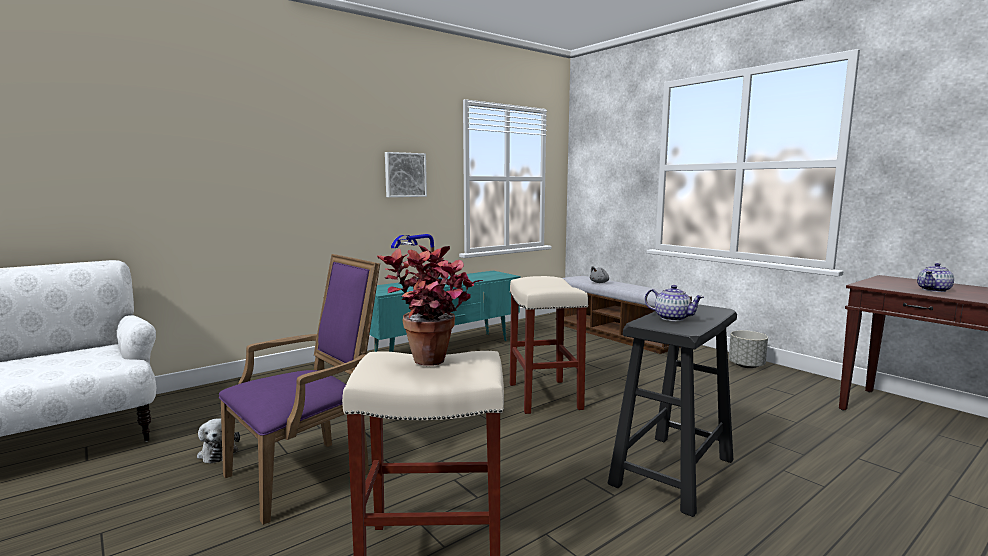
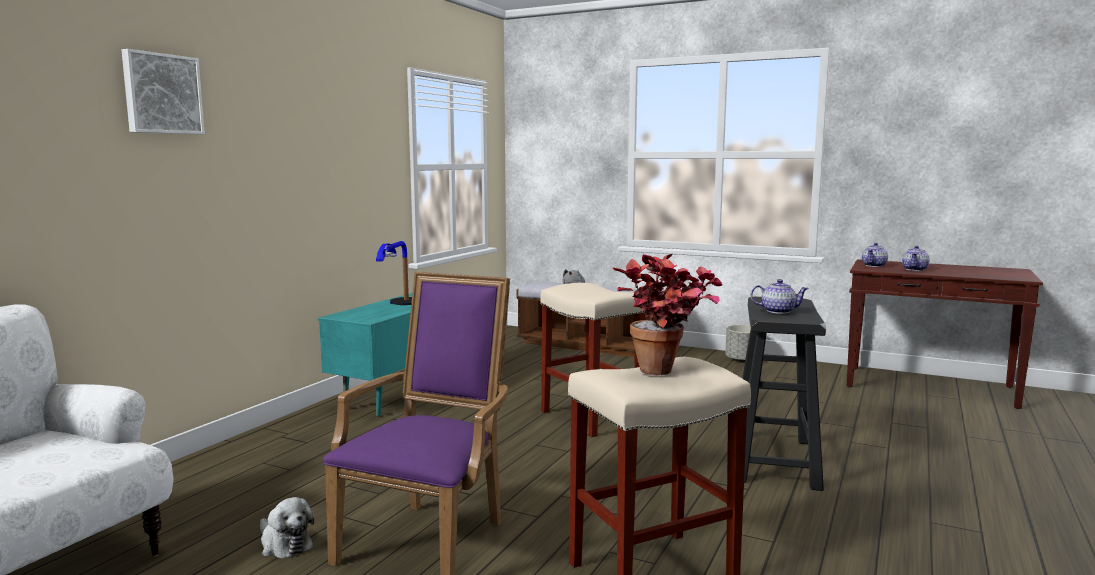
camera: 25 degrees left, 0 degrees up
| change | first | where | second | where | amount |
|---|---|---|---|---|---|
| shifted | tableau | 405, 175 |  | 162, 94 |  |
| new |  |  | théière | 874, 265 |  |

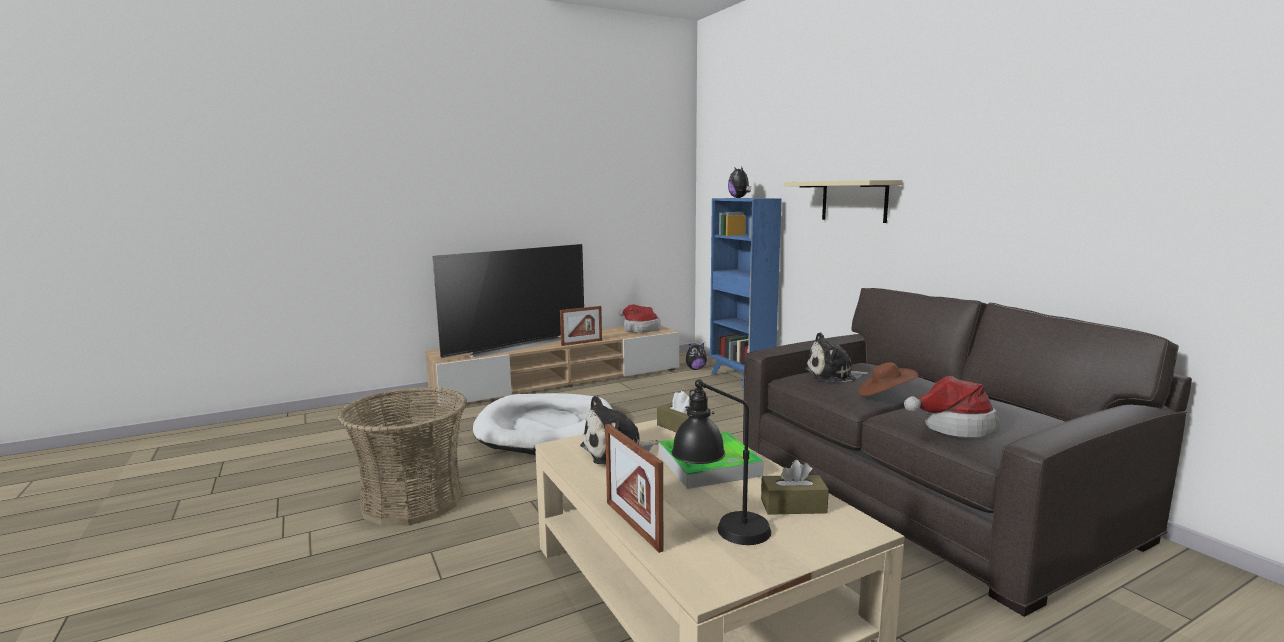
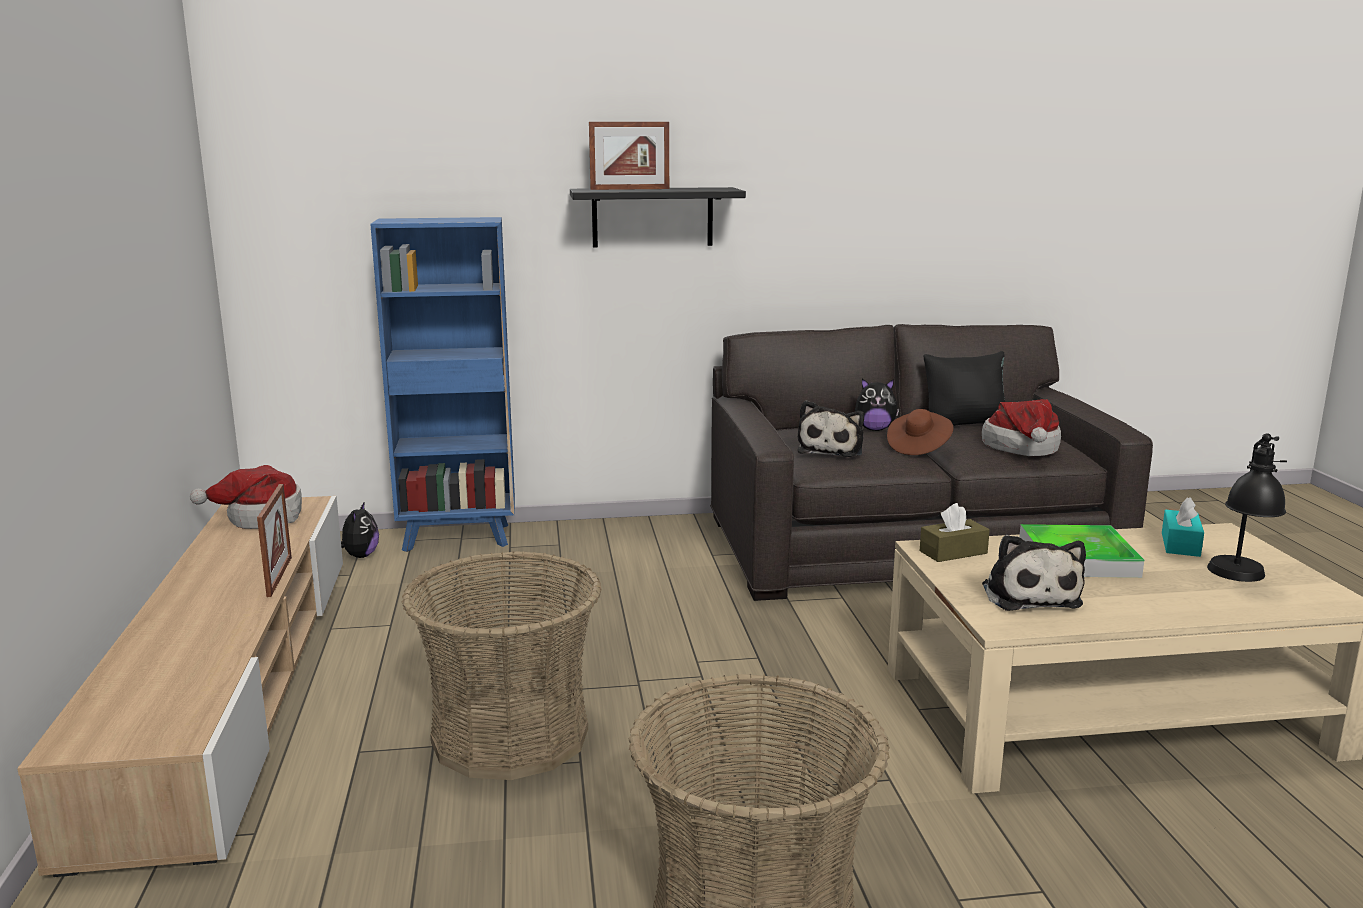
camera: 70 degrees left, 5 degrees up
| change | first | where | second | where | amount |
|---|---|---|---|---|---|
| gone | téléviseur | 515, 345 |  |  |  |
| swapped | panier pour chien (blanc) | 546, 429 | panier | 510, 735 |  |
| shifted | cadre photo | 633, 525 |  | 630, 189 |  |
| shifted | peluche | 739, 198 |  | 874, 429 |  |
| repainted | boîte à mouchoirs (marron) | 793, 506 | boîte à mouchoirs (turquoise) | 1180, 544 |  |
| repainted | étagère (beige) | 854, 201 | étagère (noir) | 652, 217 |  |
| new |  |  | coussin (noir) | 965, 423 |  |

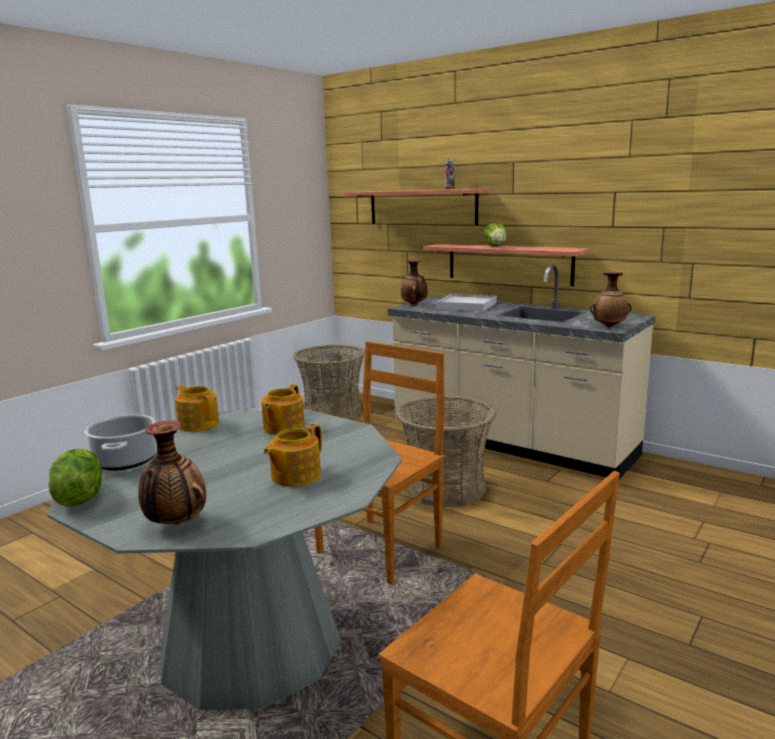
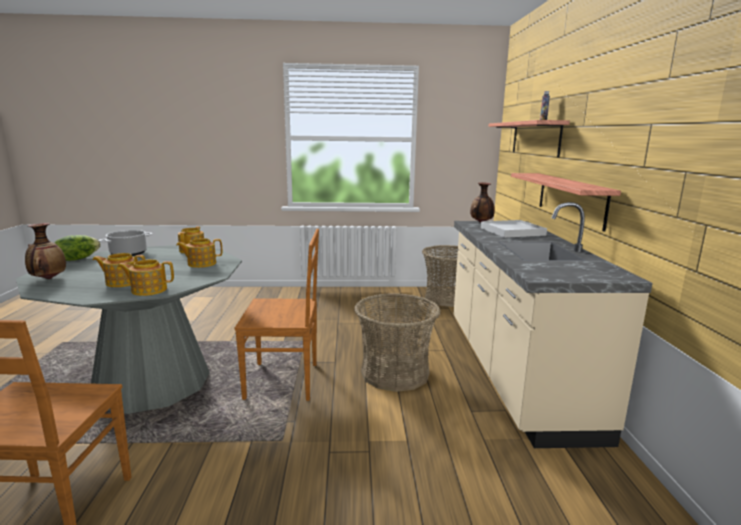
camera: 50 degrees right, 0 degrees up
| change | first | where | second | where | amount |
|---|---|---|---|---|---|
| gone | laitue | 496, 246 |  |  |  |
| gone | vase | 609, 326 |  |  |  |
| new |  |  | théière | 148, 290 |  |

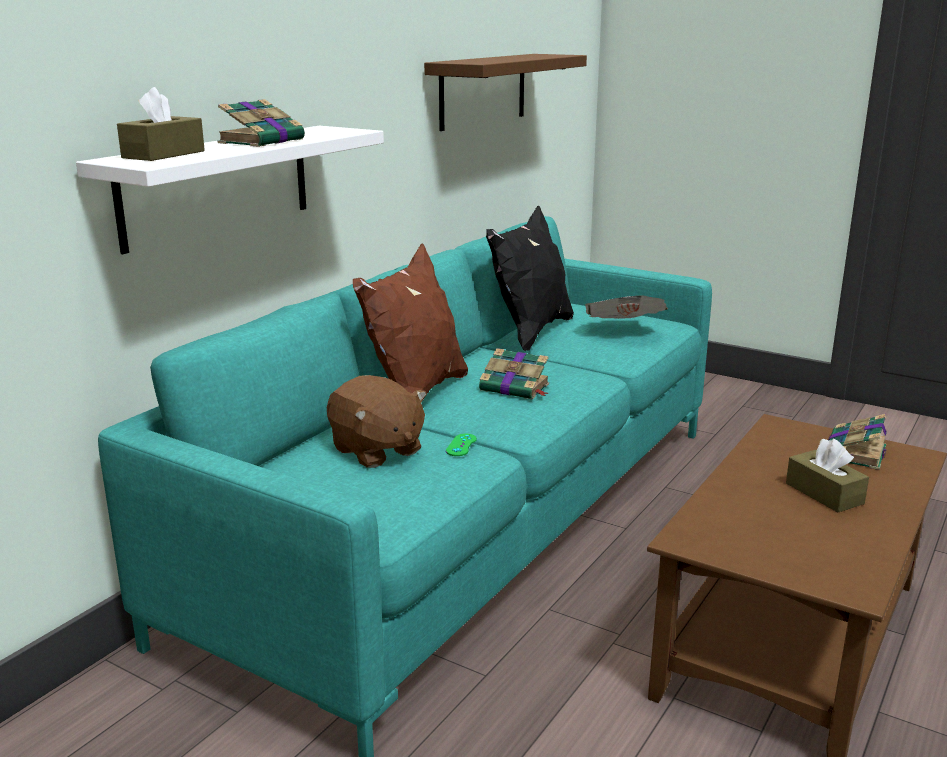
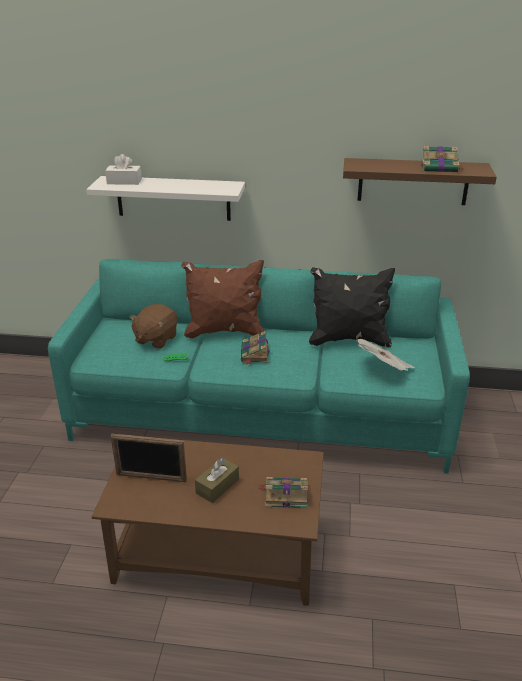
camera: 65 degrees right, 10 degrees up
| change | first | where | second | where | amount |
|---|---|---|---|---|---|
| repainted | boîte à mouchoirs (marron) | 163, 154 | boîte à mouchoirs (blanc) | 124, 181 |  |
| shifted | livre | 263, 141 |  | 440, 168 |  |
| new |  |  | cadre photo | 151, 478 |  |

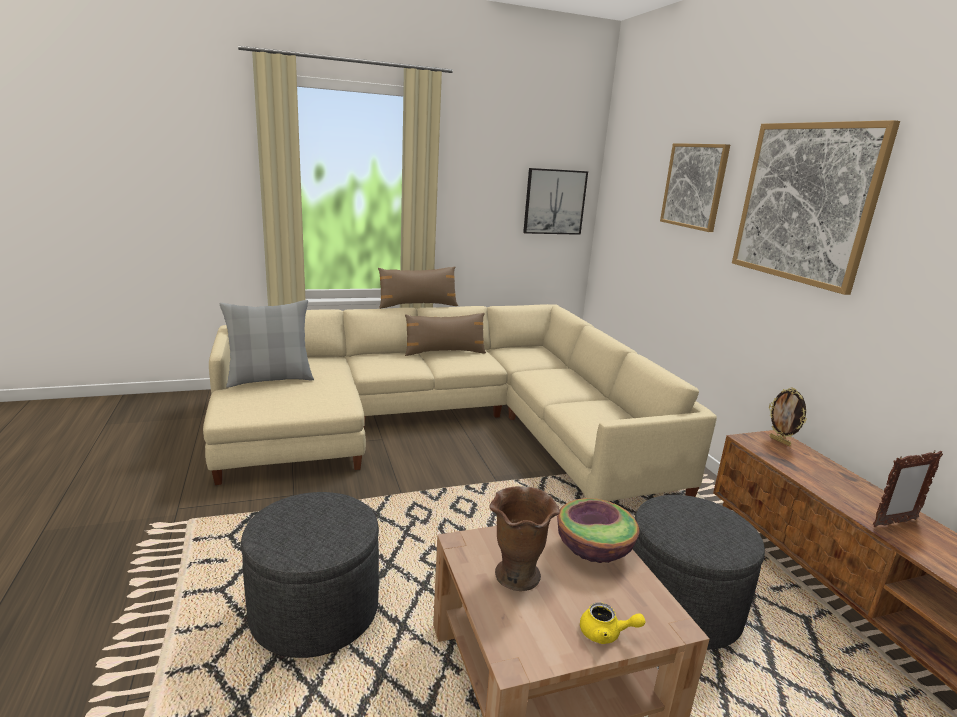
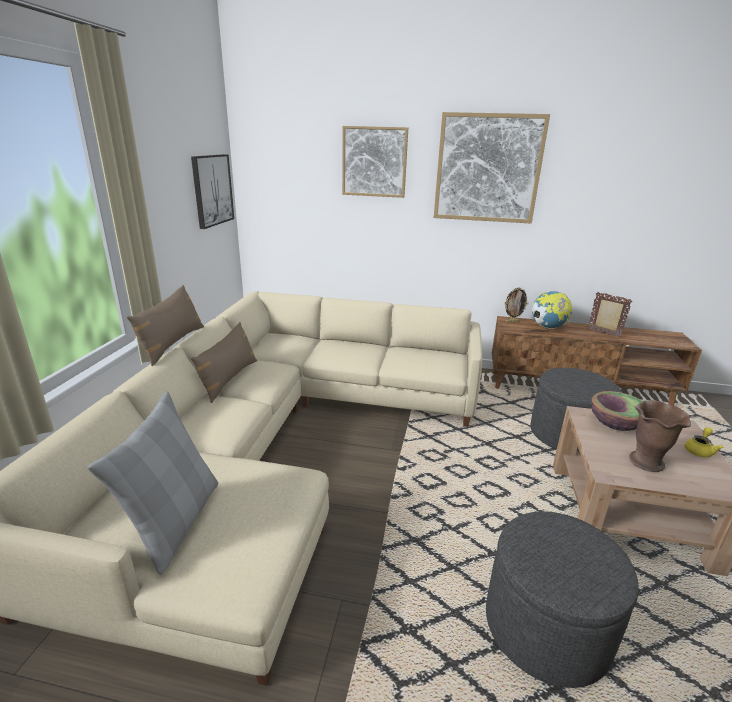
camera: 60 degrees left, 5 degrees up
| change | first | where | second | where | amount |
|---|---|---|---|---|---|
| rotated | cadre photo | 894, 523 |  | 604, 333 | 60 degrees counterclockwise |
| new |  |  | globe | 547, 327 |  |

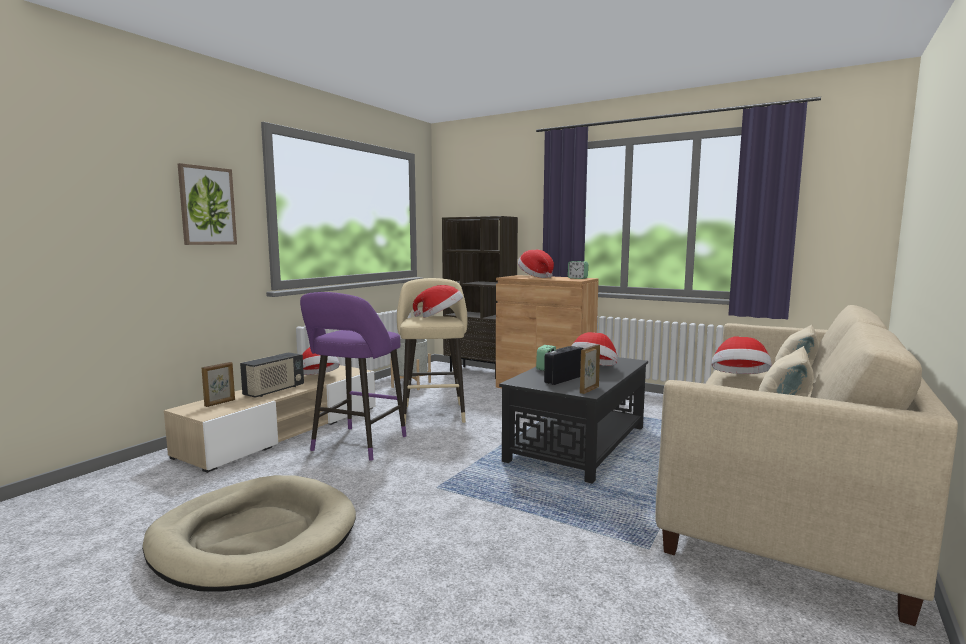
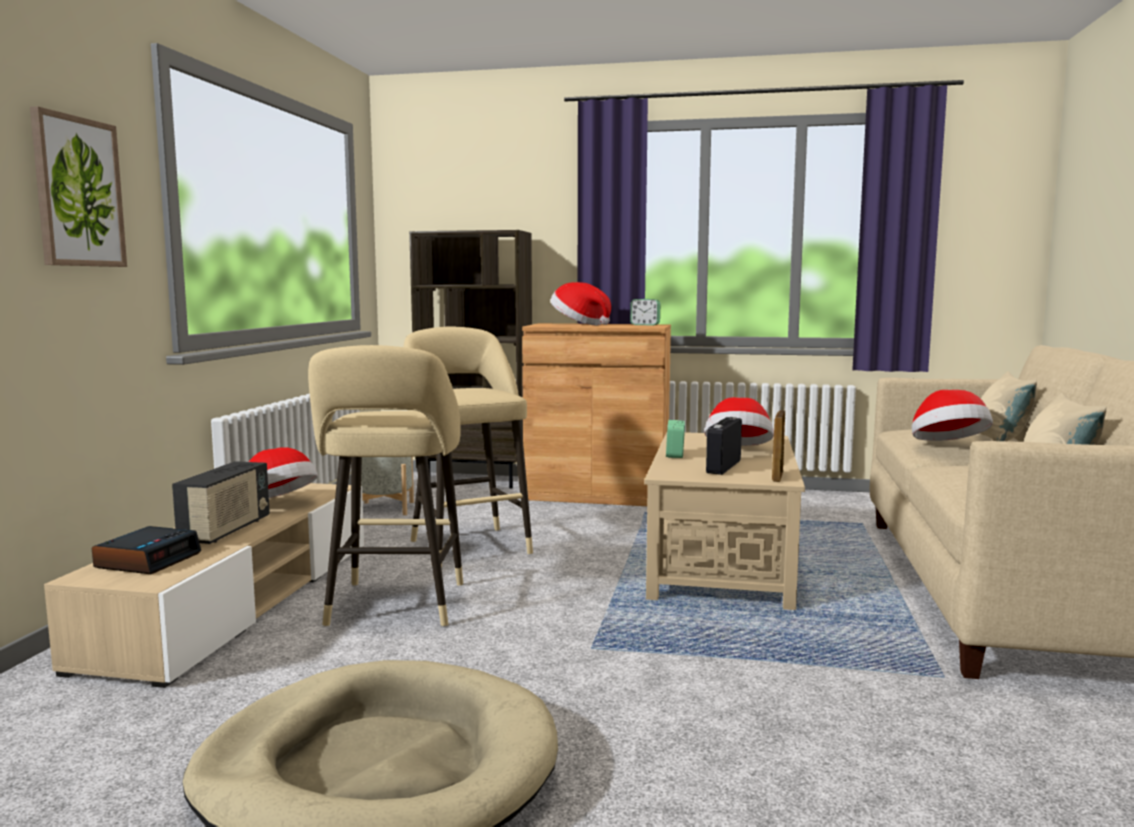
camera: 20 degrees left, 0 degrees up
| change | first | where | second | where | amount |
|---|---|---|---|---|---|
| swapped | cadre photo | 220, 403 | réveil | 148, 560 |  |
| repainted | tabouret (violet) | 356, 445 | tabouret (beige) | 395, 607 |  |
| gone | chapeau | 440, 317 |  |  |  |
| repainted | table basse (noir) | 577, 444 | table basse (beige) | 721, 563 |  |

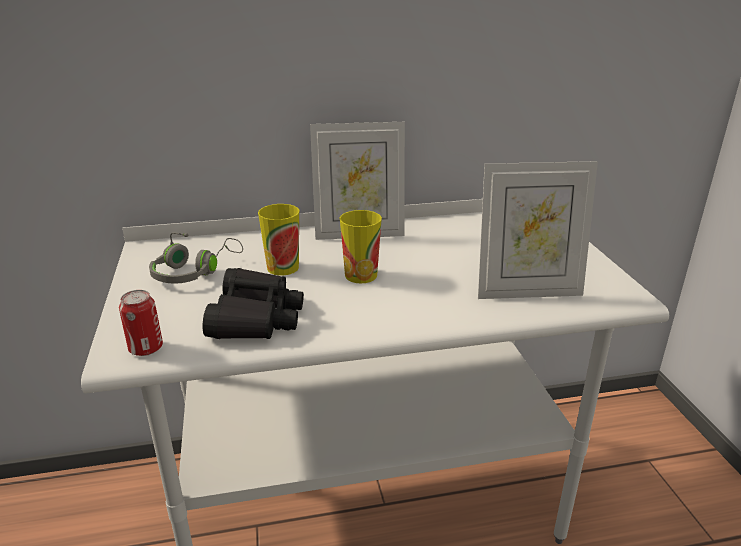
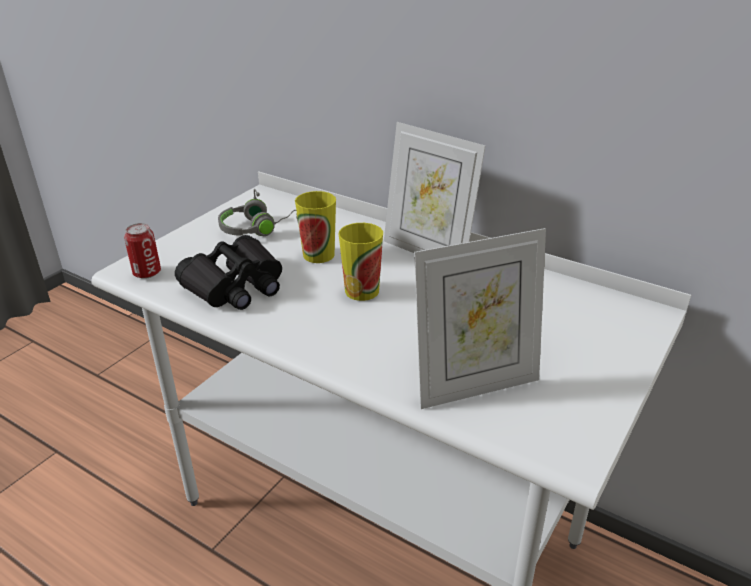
camera: 45 degrees right, 5 degrees up
| change | first | where | second | where | amount |
|---|---|---|---|---|---|
| rotated | cadre photo | 527, 291 |  | 475, 385 | 60 degrees counterclockwise |

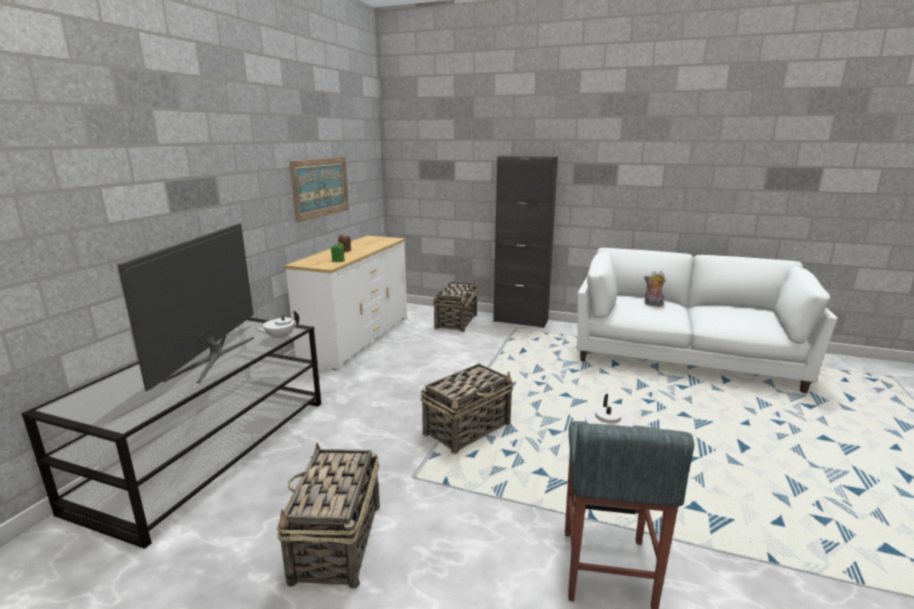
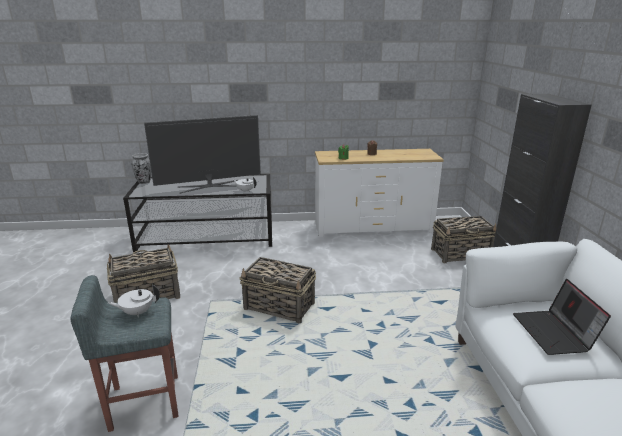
camera: 65 degrees right, 5 degrees up
| change | first | where | second | where | amount |
|---|---|---|---|---|---|
| gone | tableau | 321, 187 |  |  |  |
| swapped | peluche | 652, 304 | ordinateur portable | 554, 333 |  |
| new |  |  | vase | 144, 182 |  |

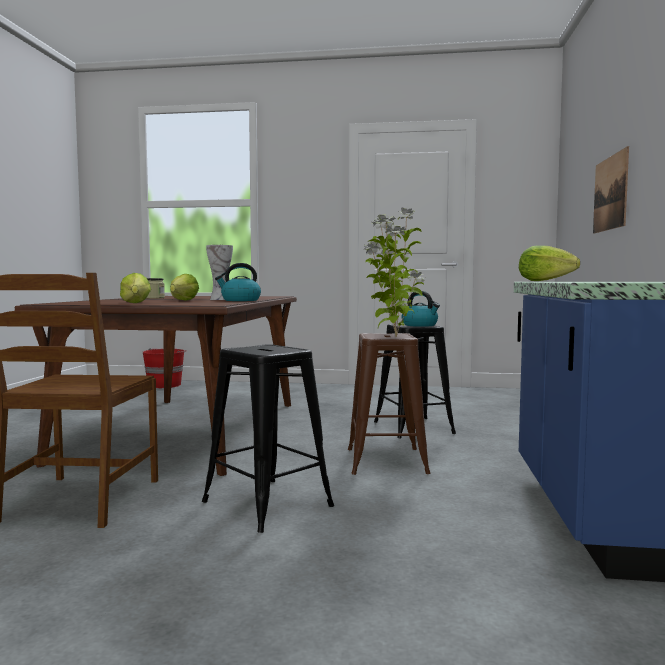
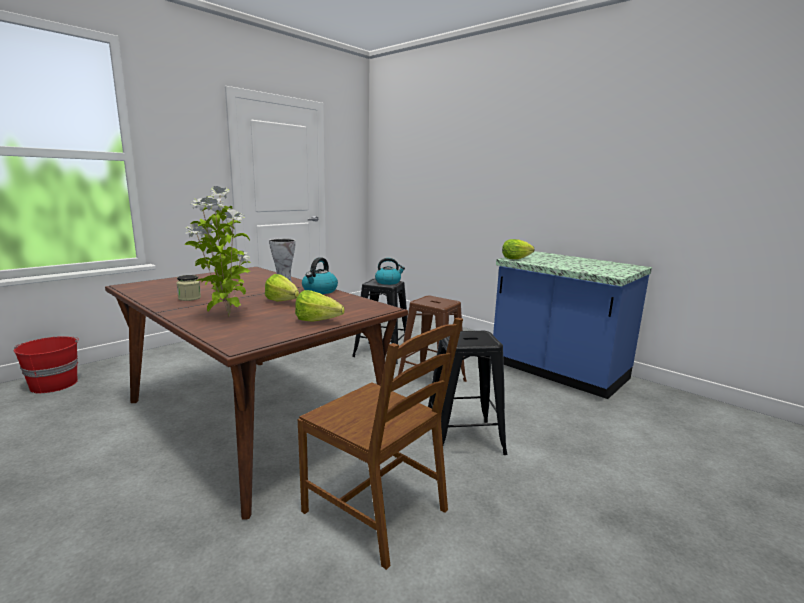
camera: 55 degrees left, 10 degrees up
| change | first | where | second | where | amount |
|---|---|---|---|---|---|
| shifted | plante en pot | 394, 336 |  | 227, 316 |  |
| gone | tableau | 610, 193 |  |  |  |

